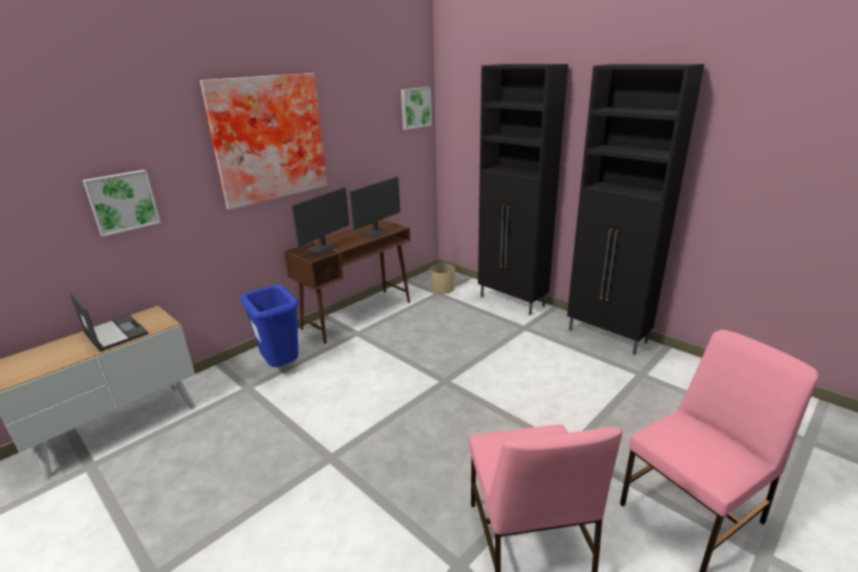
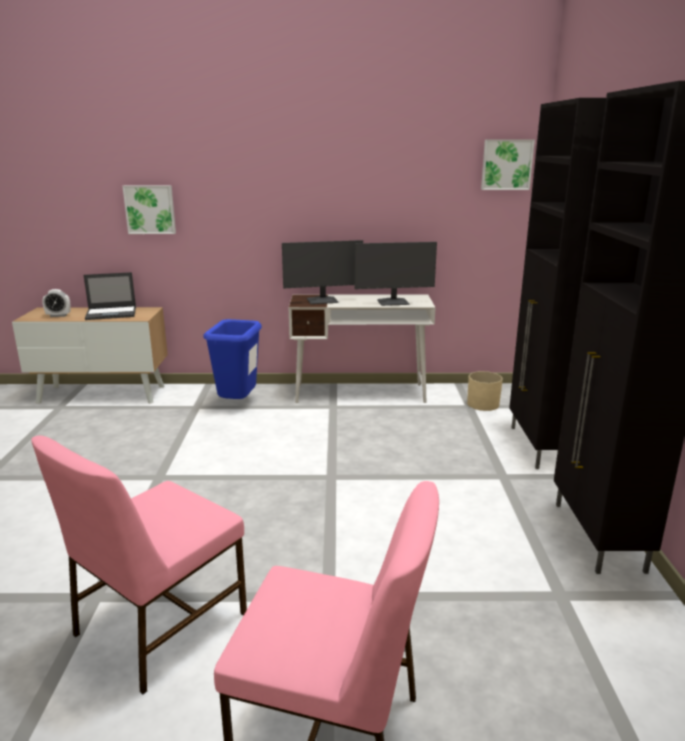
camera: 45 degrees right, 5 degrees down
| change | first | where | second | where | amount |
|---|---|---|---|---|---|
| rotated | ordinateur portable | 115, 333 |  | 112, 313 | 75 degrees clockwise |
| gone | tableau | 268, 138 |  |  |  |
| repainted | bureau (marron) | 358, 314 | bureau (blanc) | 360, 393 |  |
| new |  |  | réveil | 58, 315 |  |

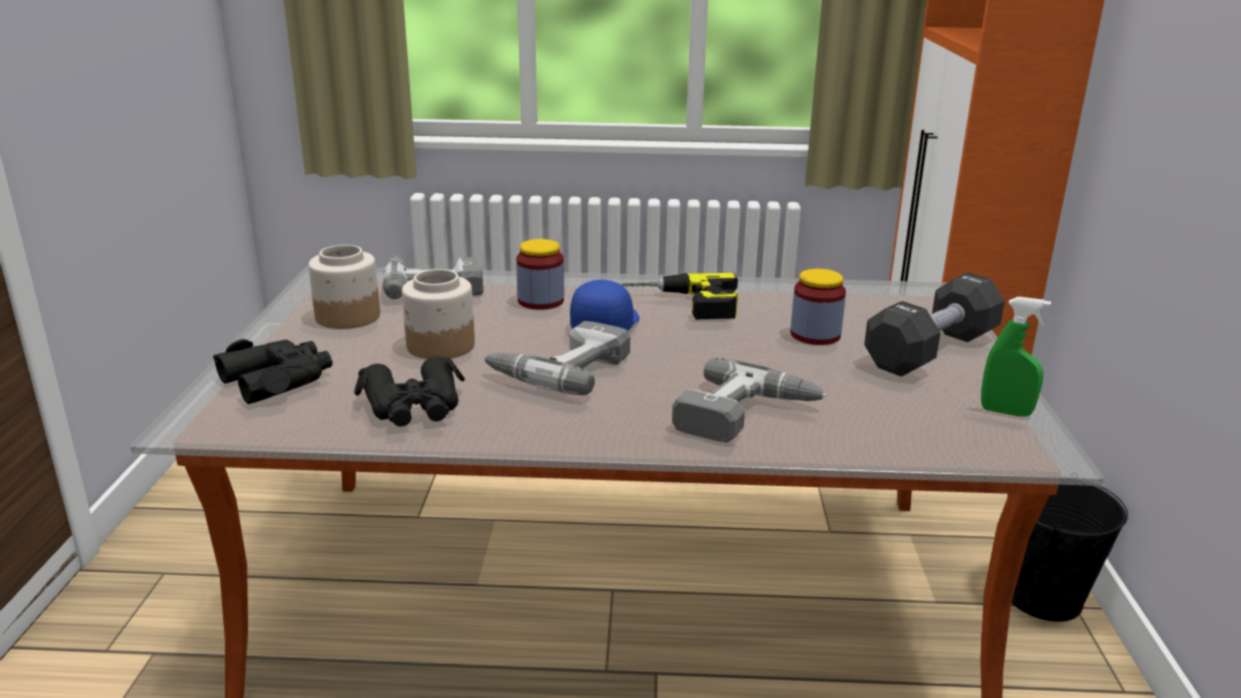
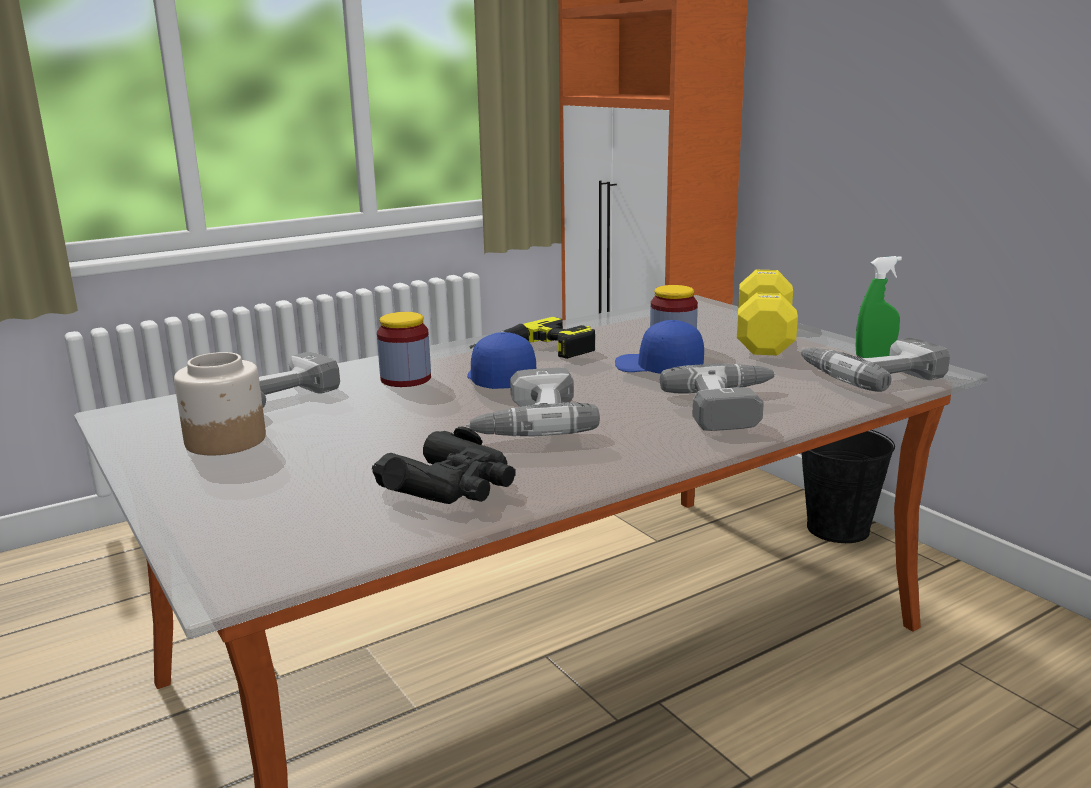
camera: 35 degrees left, 5 degrees down
| change | first | where | second | where | amount |
|---|---|---|---|---|---|
| gone | jumelles (noir) | 278, 379 |  |  |  |
| gone | bocal | 440, 346 |  |  |  |
| repainted | haltère (noir) | 931, 351 | haltère (jaune) | 764, 336 |  |
| new |  |  | casquette (bleu) | 658, 369 |  |
| new |  |  | perceuse | 871, 374 |  |

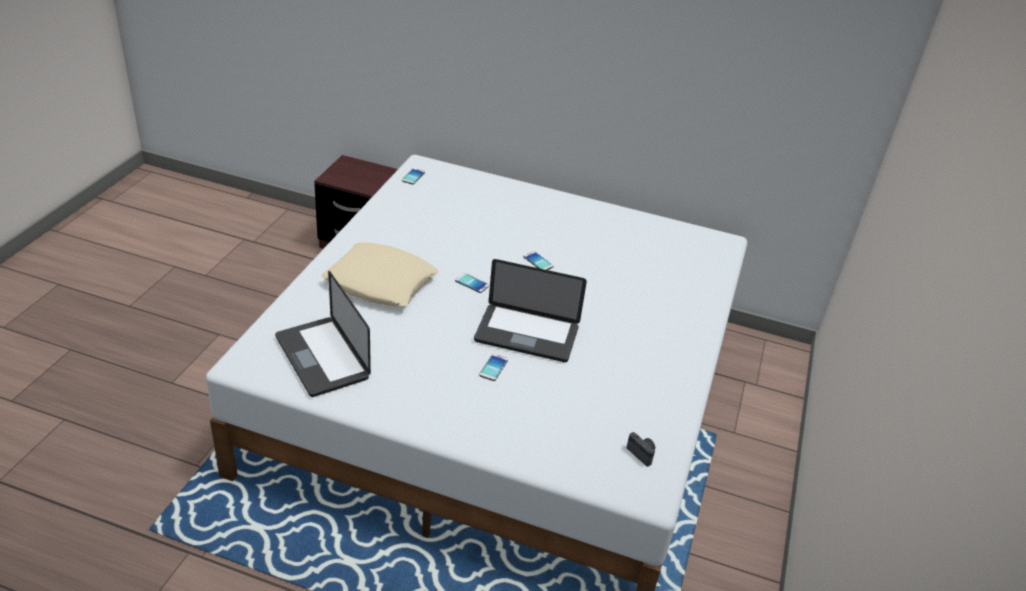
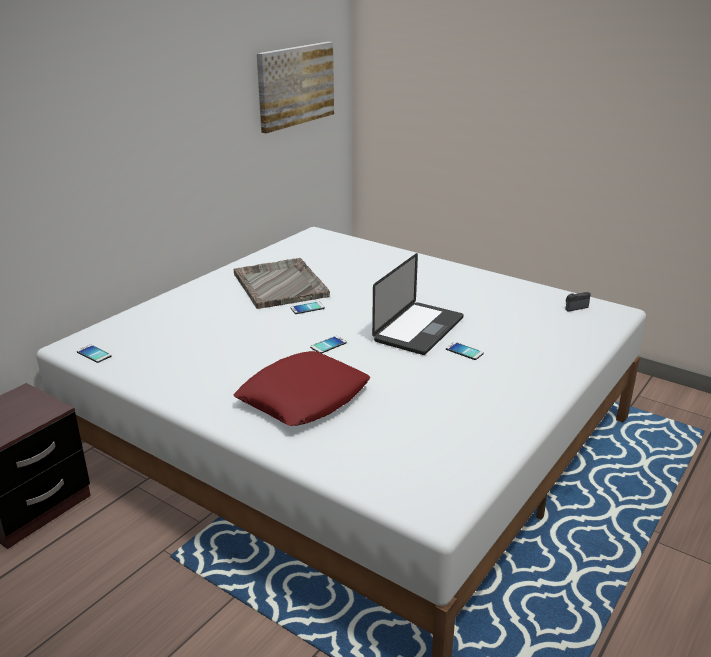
camera: 70 degrees left, 10 degrees down
| change | first | where | second | where | amount |
|---|---|---|---|---|---|
| gone | ordinateur portable | 322, 357 |  |  |  |
| repainted | coussin (beige) | 381, 282 | coussin (rouge) | 304, 397 |  |
| new |  |  | plateau (gris) | 280, 285 |  |
| new |  |  | tableau | 295, 85 |  |

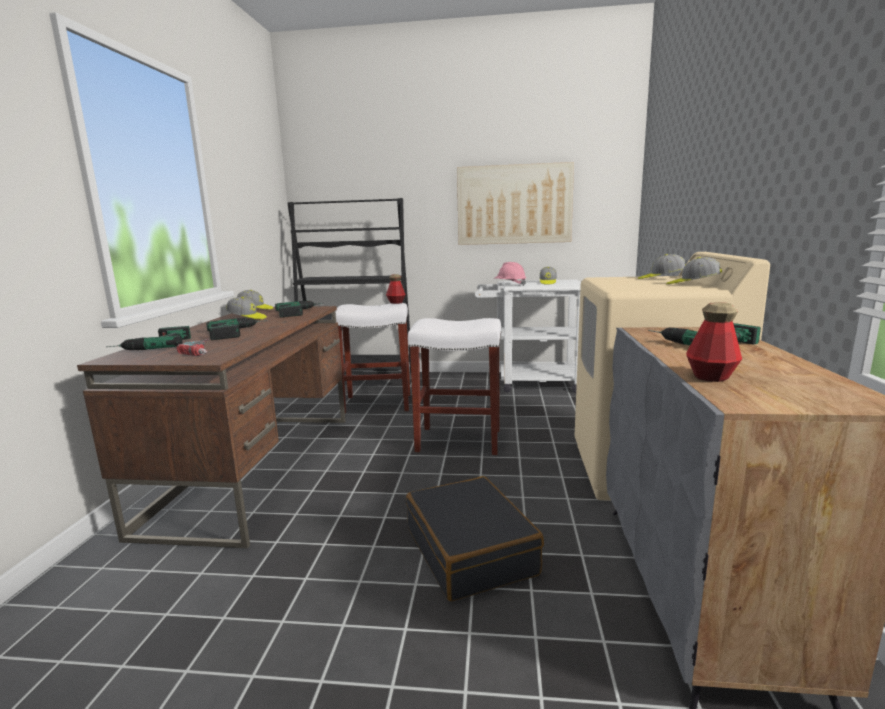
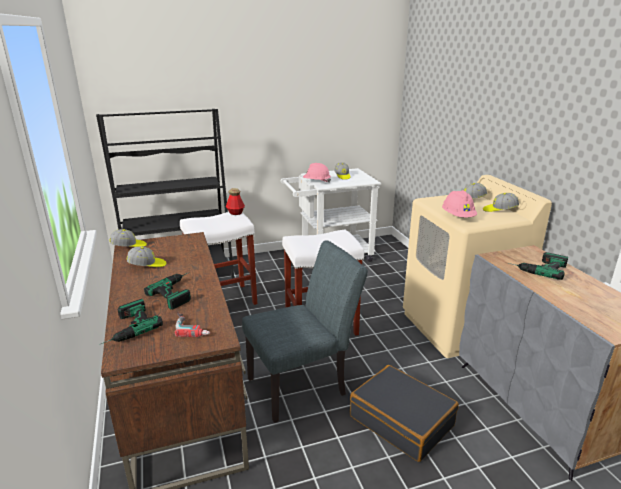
camera: 25 degrees left, 10 degrees up
| change | first | where | second | where | amount |
|---|---|---|---|---|---|
| gone | perceuse | 302, 312 |  |  |  |
| gone | tableau | 514, 204 |  |  |  |
| gone | bouteille | 711, 376 |  |  |  |
| new |  |  | chaise (gris) | 303, 384 |  |
| new |  |  | casque de chantier (rose) | 458, 217 |  |

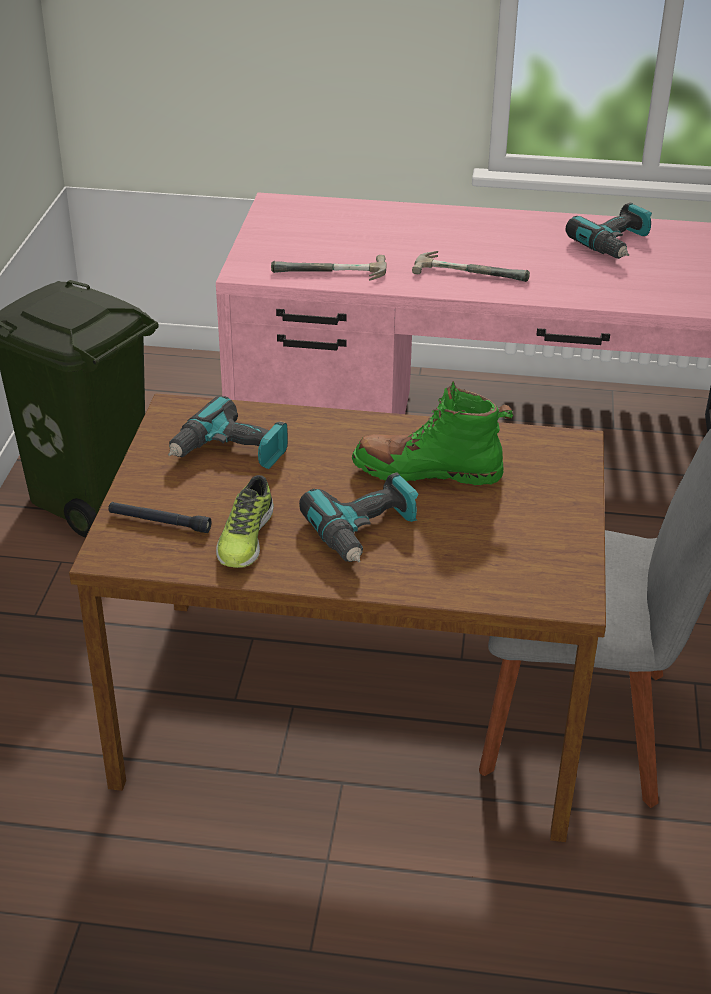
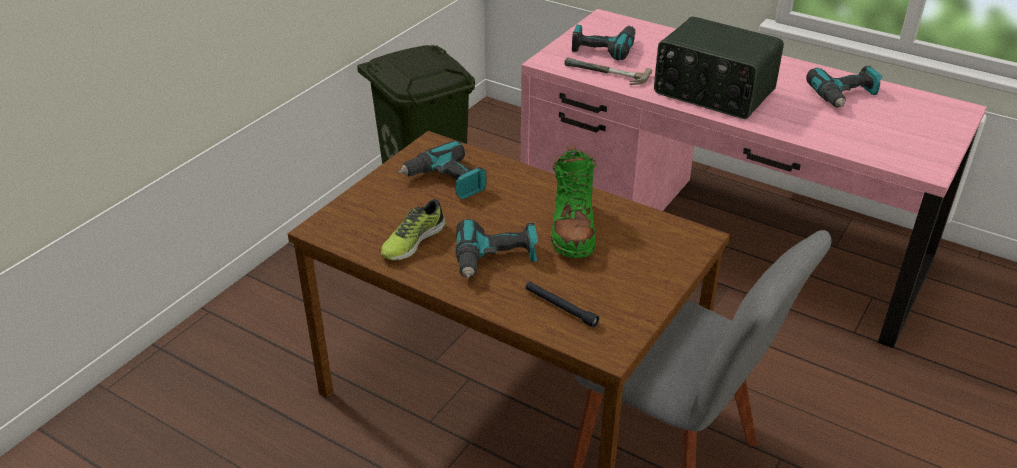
camera: 25 degrees right, 0 degrees up
| change | first | where | second | where | amount |
|---|---|---|---|---|---|
| shifted | lampe de poche (noir) | 159, 522 |  | 560, 308 |  |
| rotated | botte (vert) | 428, 471 |  | 572, 229 | 120 degrees counterclockwise |
| swapped | marteau | 471, 270 | radio | 713, 93 |  |
| new |  |  | perceuse | 603, 48 |  |

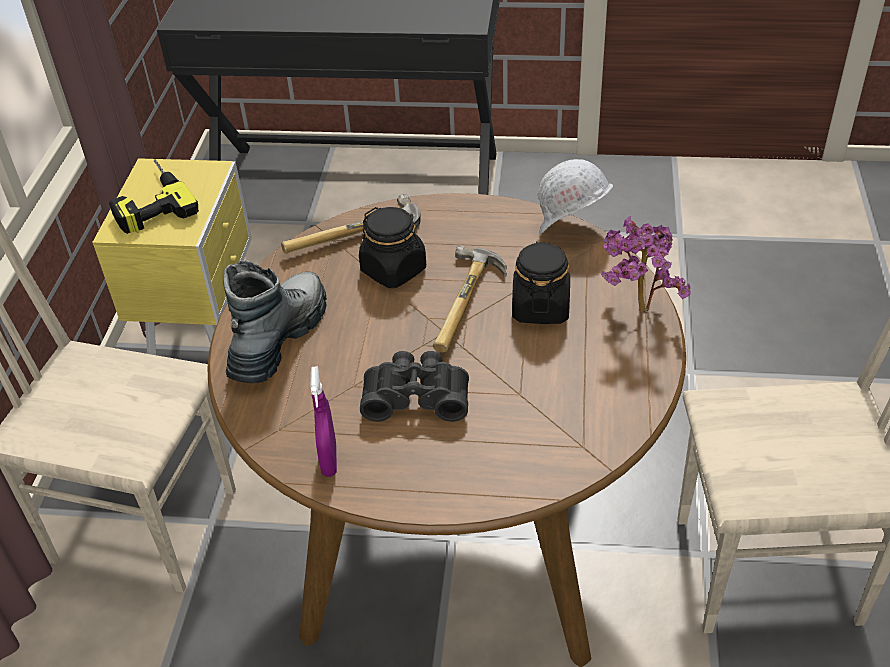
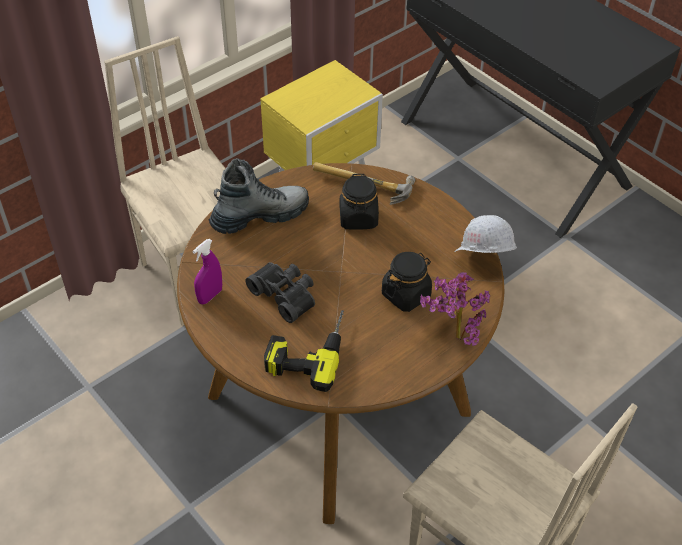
camera: 40 degrees right, 5 degrees up
| change | first | where | second | where | amount |
|---|---|---|---|---|---|
| shifted | perceuse | 148, 201 |  | 307, 349 |  |
| gone | marteau | 471, 305 |  |  |  |

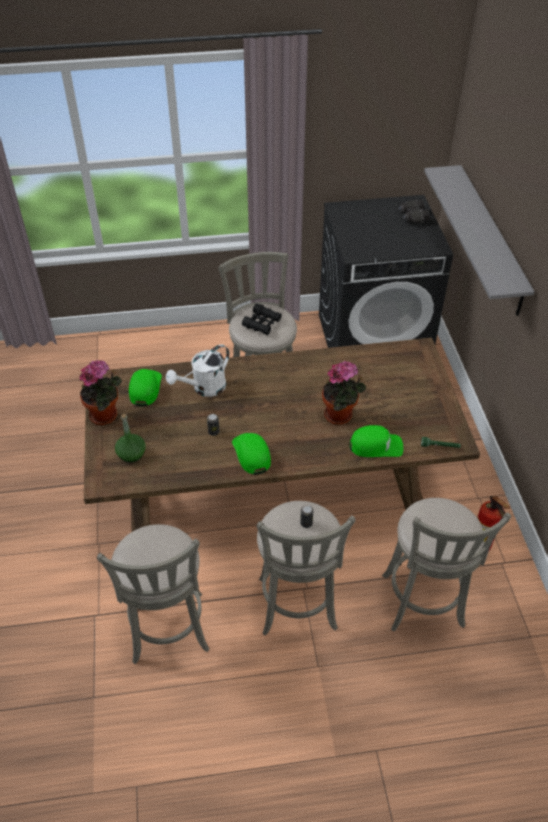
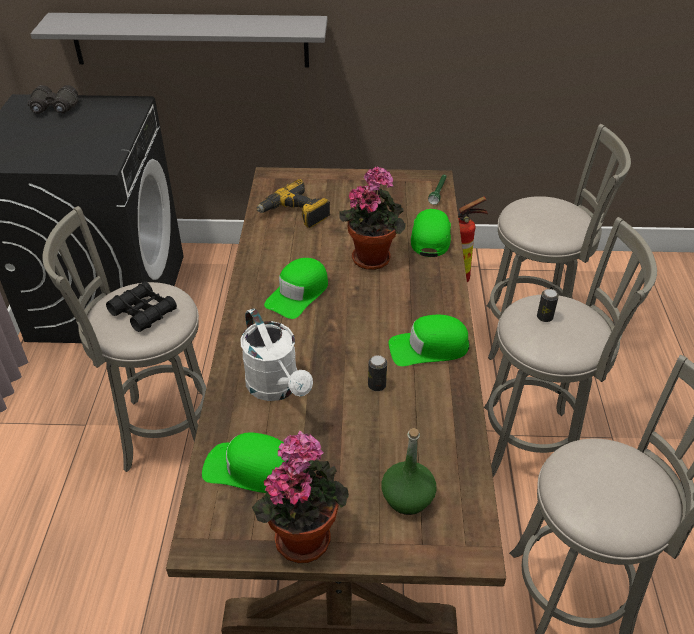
camera: 80 degrees left, 5 degrees down
| change | first | where | second | where | amount |
|---|---|---|---|---|---|
| new |  |  | perceuse | 295, 214 |  |
| new |  |  | casquette (vert) | 298, 294 |  |

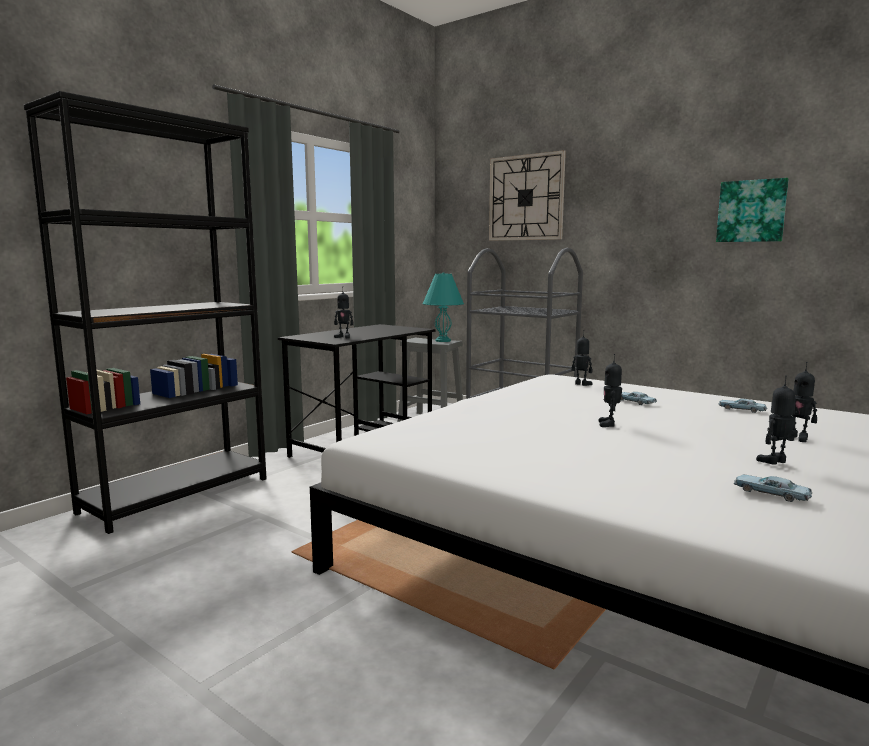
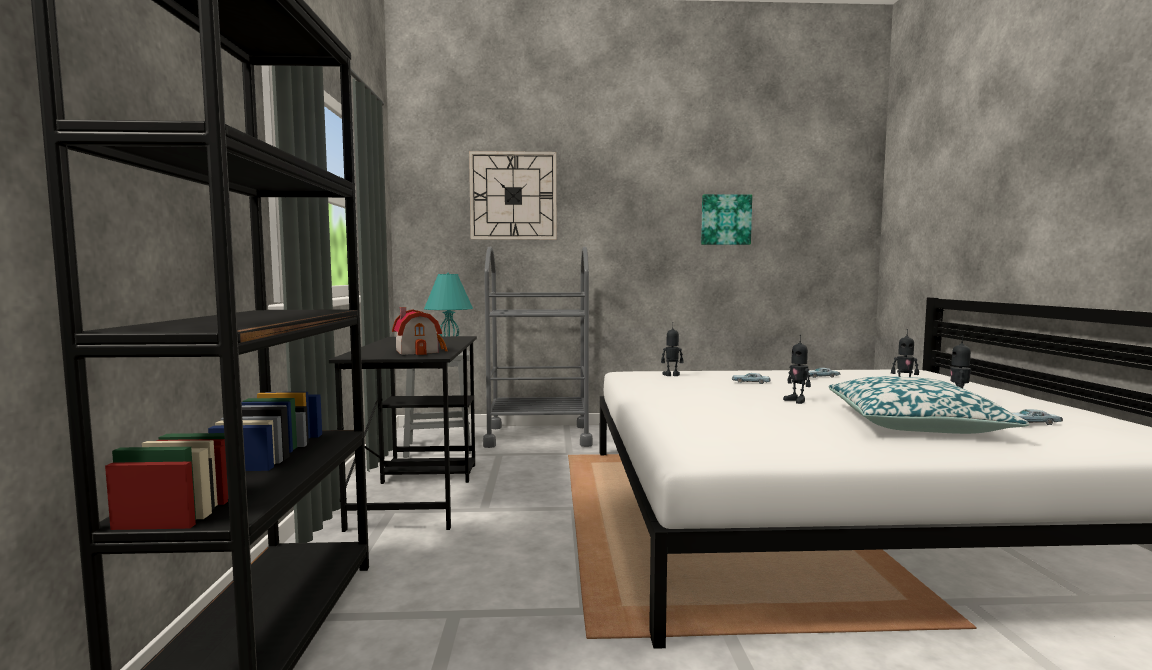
camera: 40 degrees left, 5 degrees down
| change | first | where | second | where | amount |
|---|---|---|---|---|---|
| swapped | robot jouet | 343, 337 | maison miniature | 420, 351 |  |
| new |  |  | coussin | 914, 424 |  |

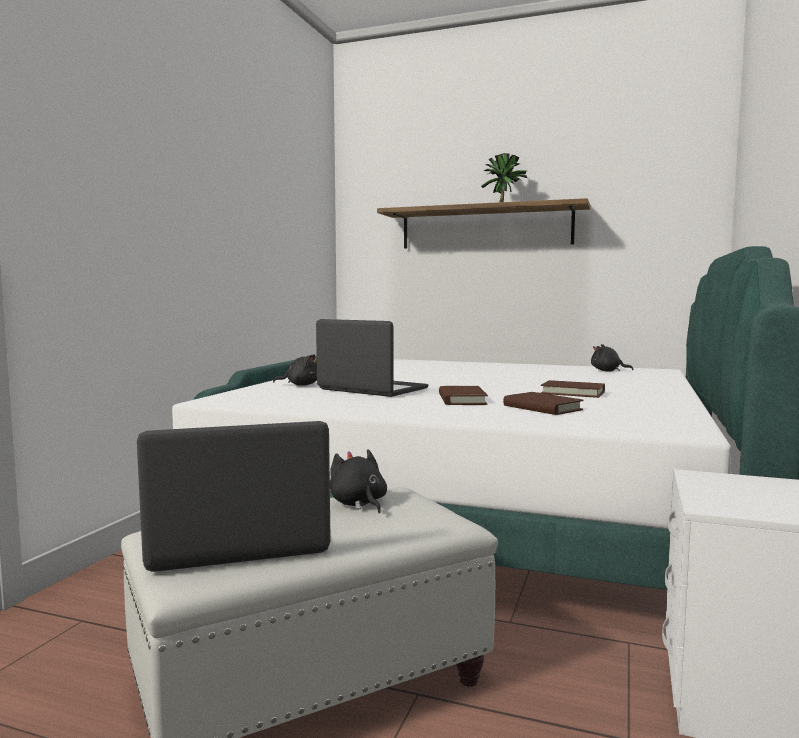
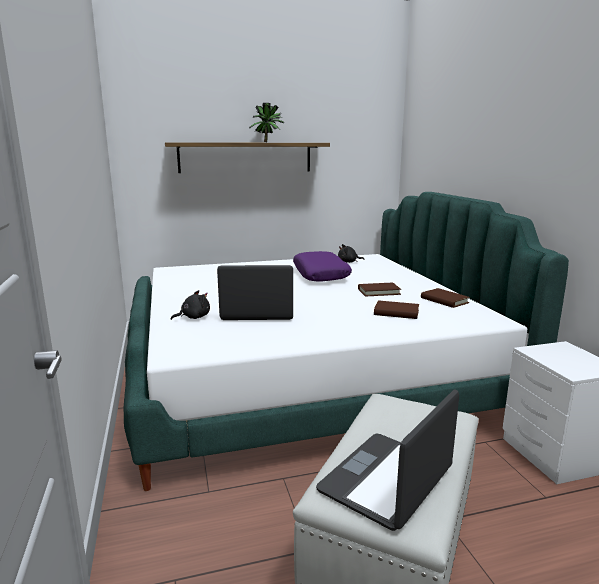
camera: 35 degrees left, 10 degrees up
| change | first | where | second | where | amount |
|---|---|---|---|---|---|
| gone | peluche (noir) | 358, 504 |  |  |  |
| shifted | livre (marron) | 462, 399 |  | 444, 300 |  |
| new |  |  | coussin (violet) | 321, 275 |  |

